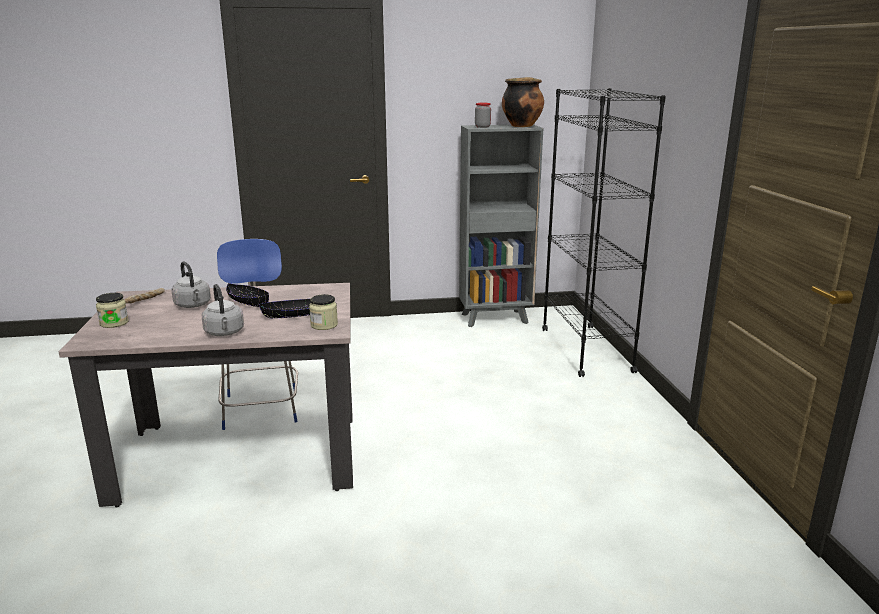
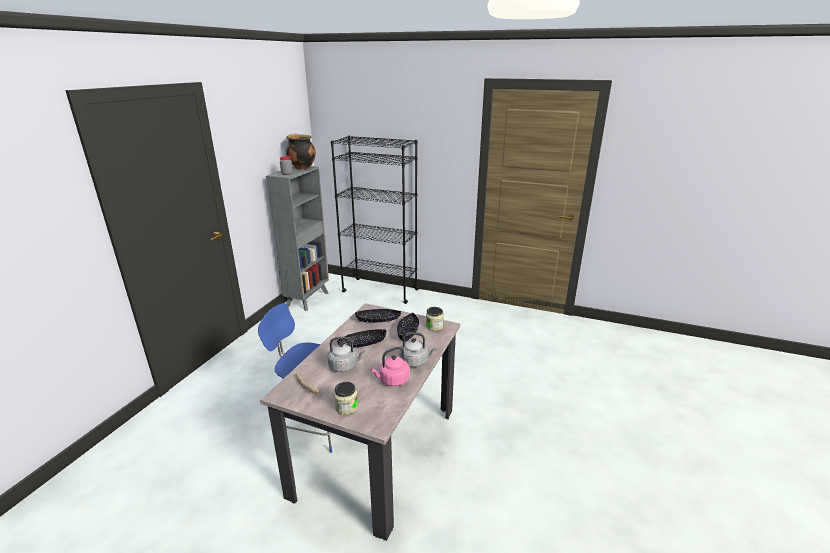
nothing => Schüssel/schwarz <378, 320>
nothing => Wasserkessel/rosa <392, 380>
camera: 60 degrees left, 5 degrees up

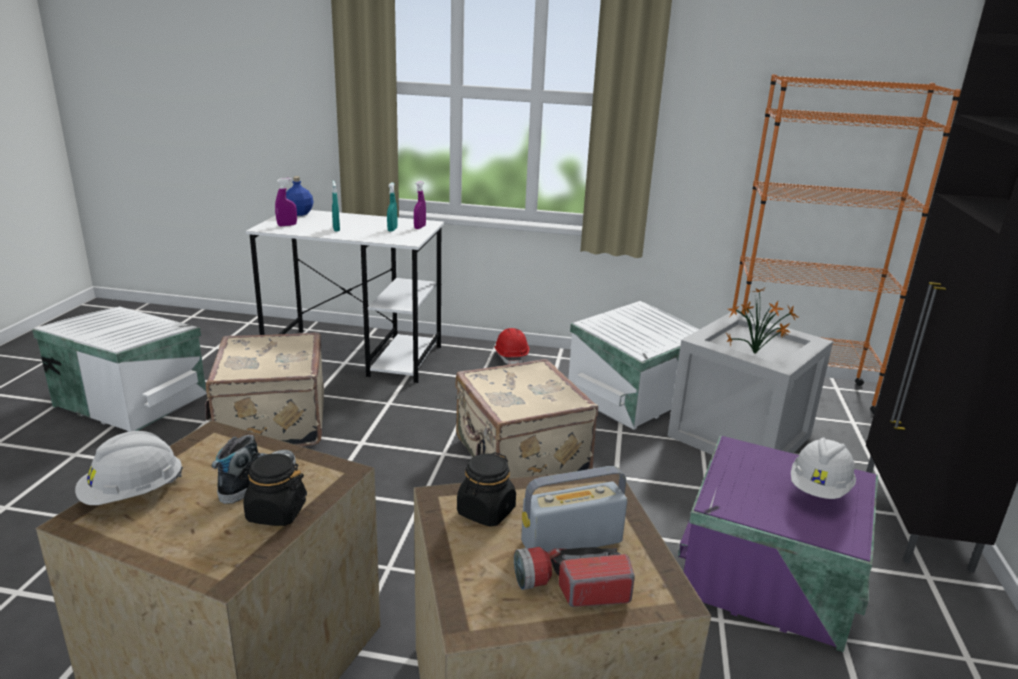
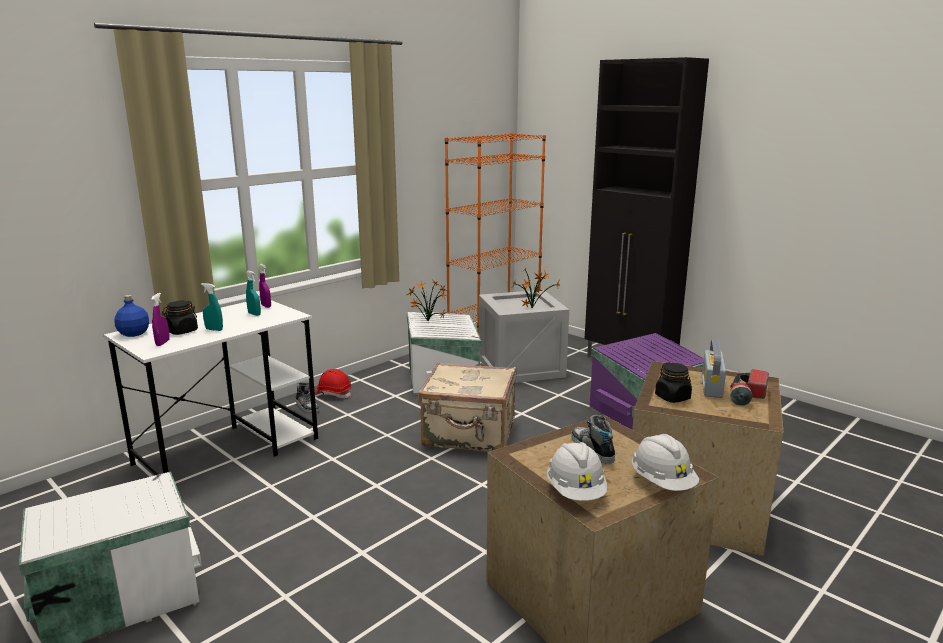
Vorratsglas/schwarz <275, 512> => Vorratsglas/schwarz <181, 331>, moved
nothing => Schuh <307, 406>
nothing => Topfpflanze <427, 321>
Schutzhelm/weiß <819, 489> => Schutzhelm/weiß <662, 482>, moved
Koffer/beige <271, 423> => nothing
camera: 55 degrees left, 5 degrees down

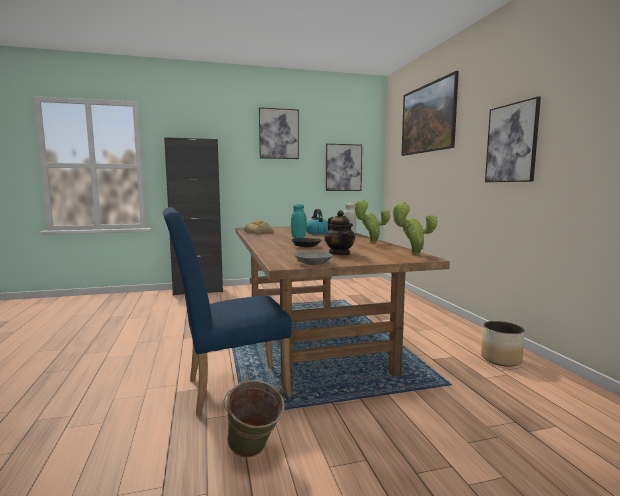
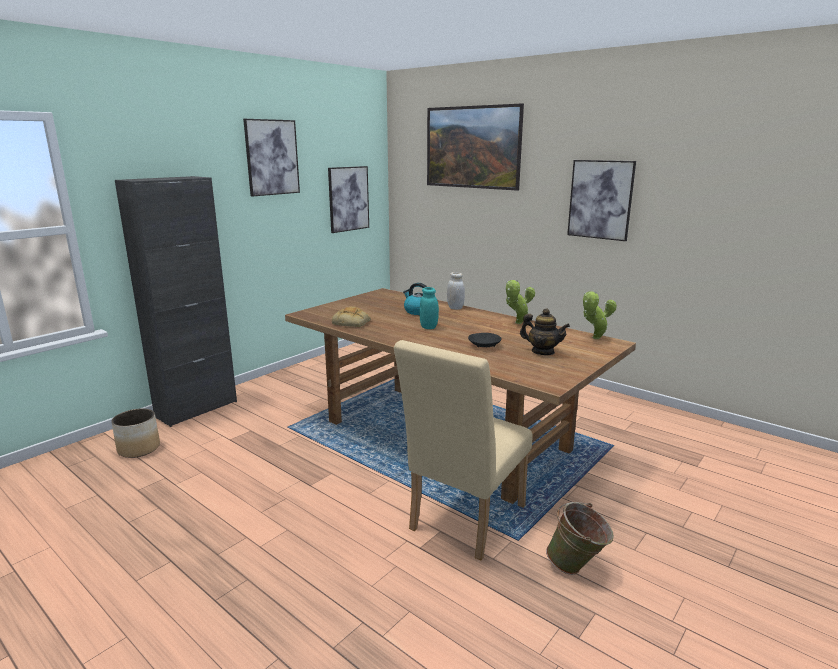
Pflanzkübel <501, 359> => Pflanzkübel <139, 449>, moved
Stuhl/blau <229, 388> => Stuhl/beige <462, 522>
Schüssel/grau <313, 263> => nothing
camera: 35 degrees left, 10 degrees up

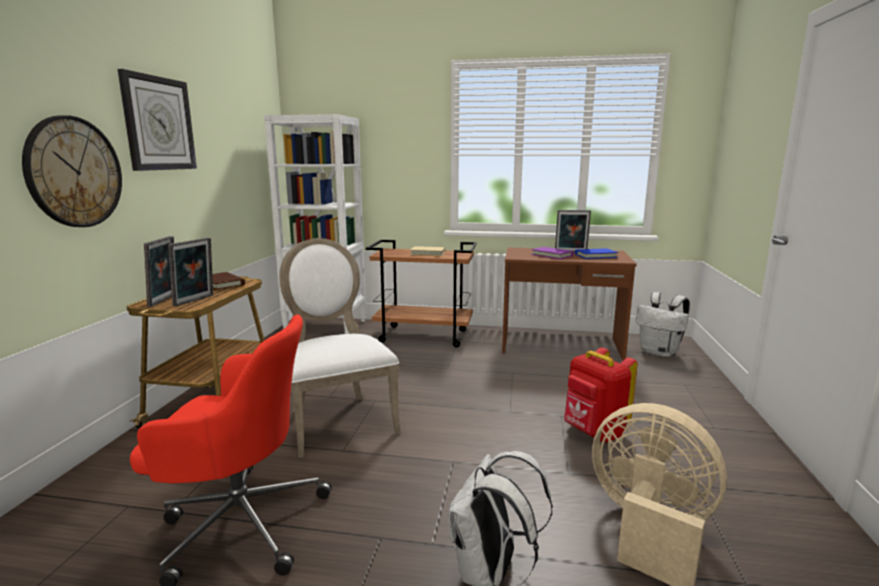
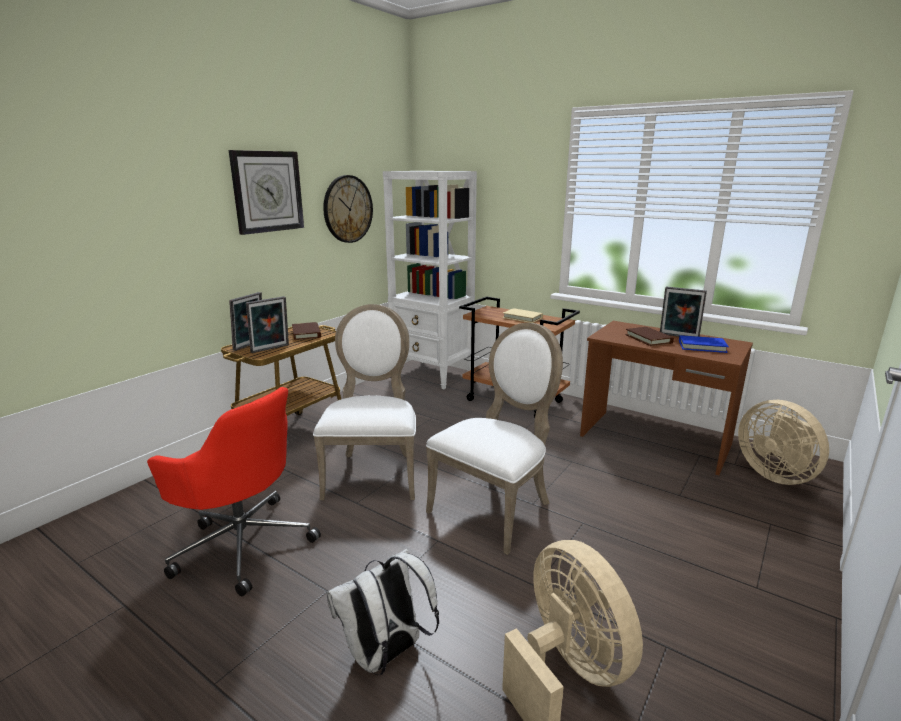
Wanduhr <74, 172> => Wanduhr <347, 209>, moved
nothing => Stuhl/weiß <495, 507>
Buch/lila <552, 255> => Buch/braun <648, 339>
Rucksack/weiß <659, 352> => Ventilator/beige <776, 474>
Rucksack/rot <594, 433> => nothing
camera: 25 degrees right, 5 degrees up

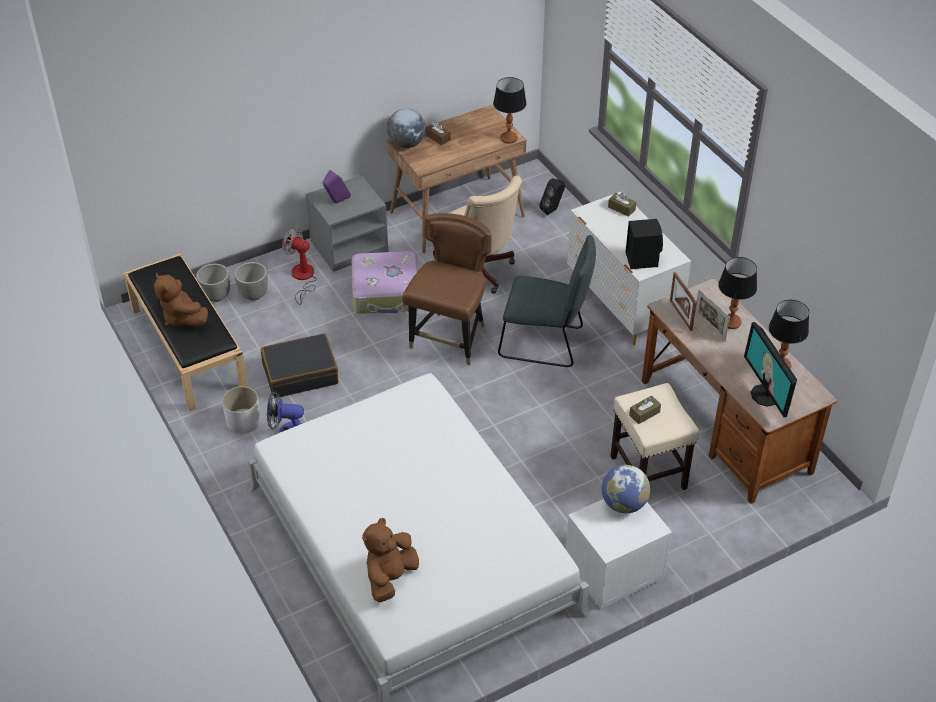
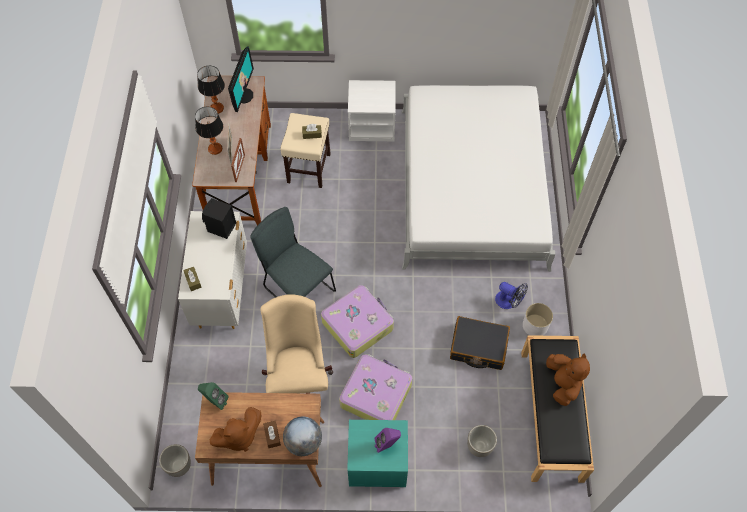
Pflanzkübel <215, 296> => Pflanzkübel <179, 466>, moved
Tischlampe <509, 138> => Lautsprecher/grün <215, 401>
Plüschtier/braun <390, 577> => Plüschtier/braun <238, 437>, moved
Stuhl/braun <450, 339> => Koffer <357, 324>
Nachttisch/grau <349, 246> => Nachttisch/türkis <377, 463>
Ventilator <303, 278> => nothing
Lautsprecher/schwarz <552, 210> => nothing
Globus <623, 504> => nothing
camera: 150 degrees left, 15 degrees up

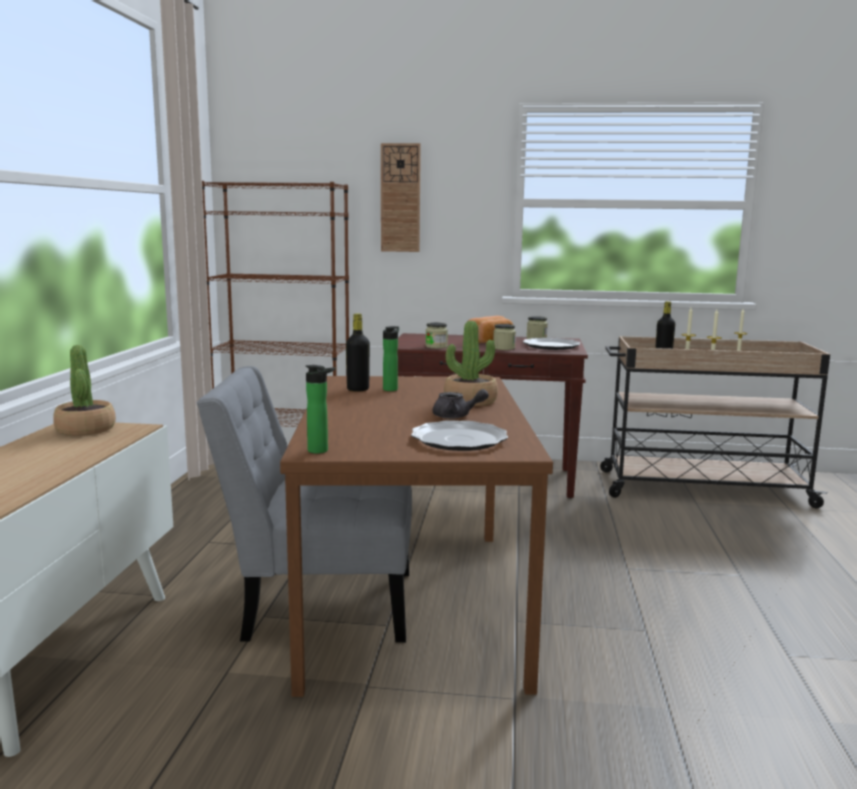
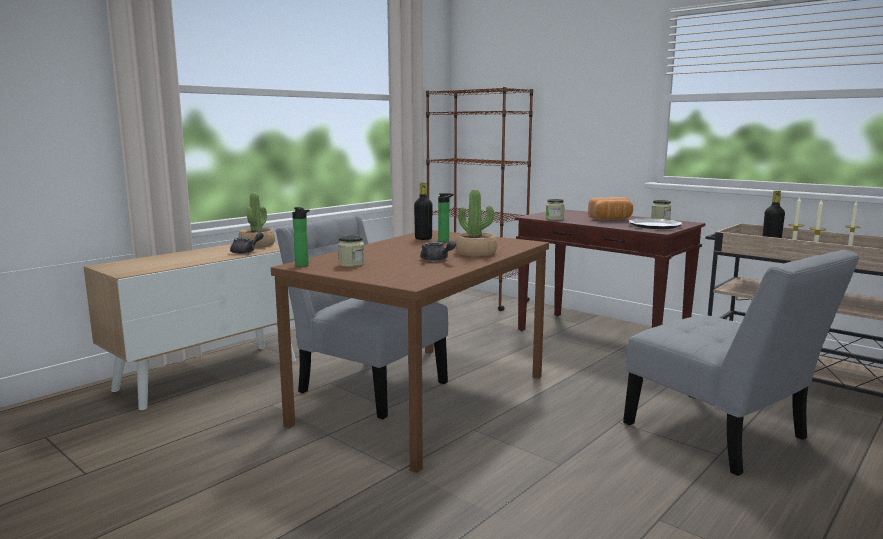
nothing => Teekanne/grau <246, 252>
Vorratsglas <504, 348> => Vorratsglas <351, 264>, moved
nothing => Stuhl/grau <722, 435>
Wanduhr <400, 198> => nothing
Teller <459, 440> => nothing
camera: 35 degrees right, 0 degrees up

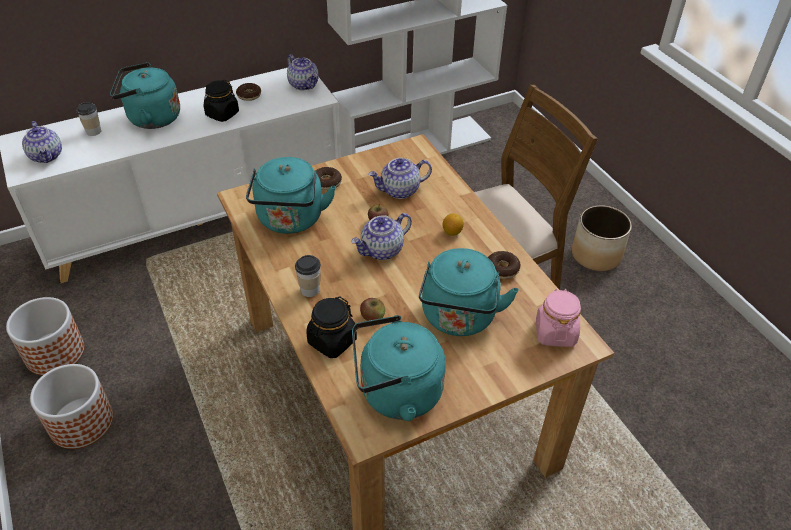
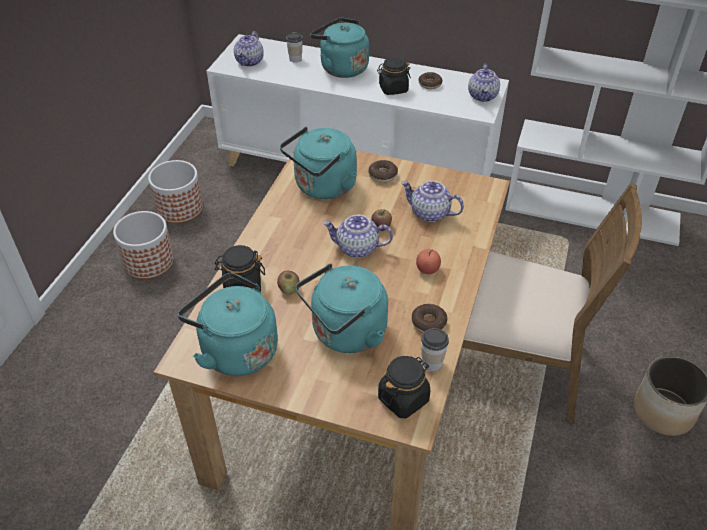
Vorratsglas/rosa <555, 332> => Vorratsglas/schwarz <403, 398>
Zitrone <452, 232> => Apfel <427, 269>
Tasse <310, 290> => Tasse <432, 363>, moved
camera: 45 degrees right, 0 degrees up

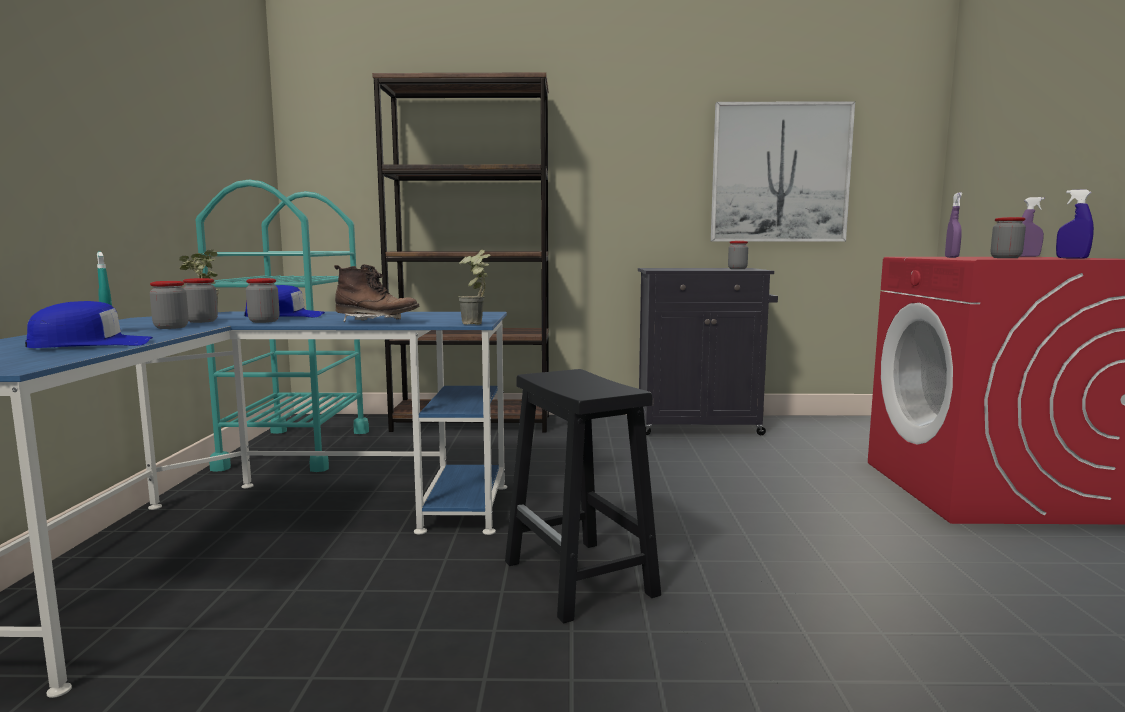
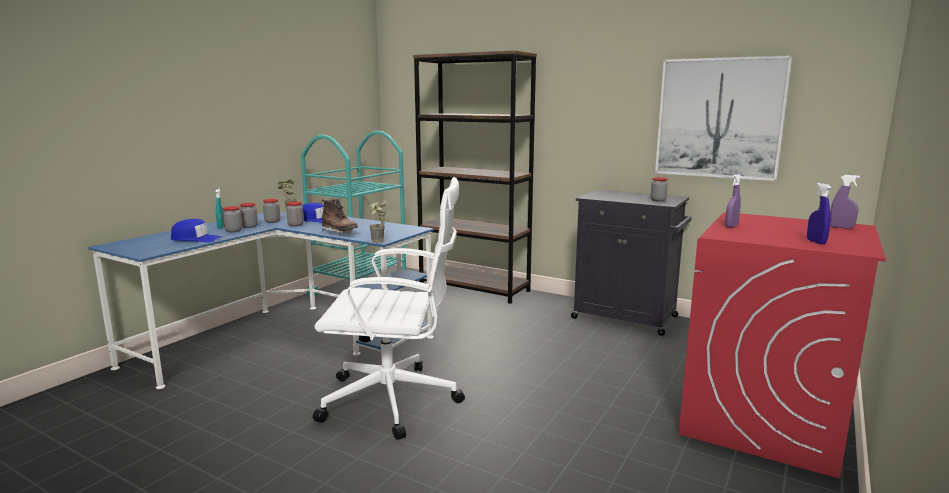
Vorratsglas <1005, 258> => Vorratsglas <233, 231>, moved
Hocker/schwarz <581, 579> => Bürostuhl/weiß <394, 400>
camera: 30 degrees right, 5 degrees up

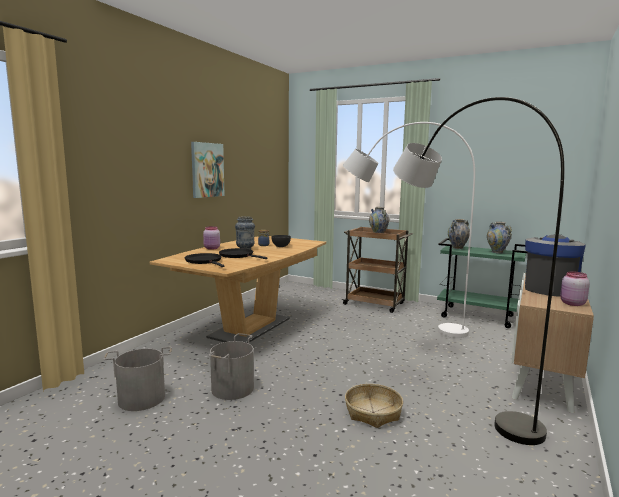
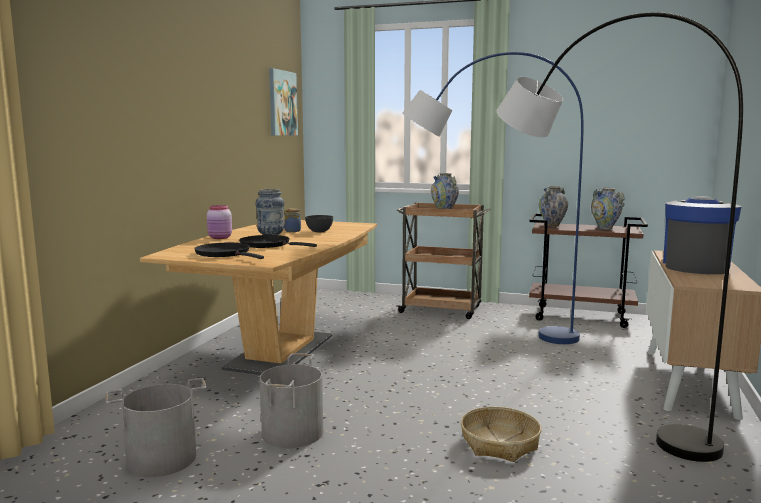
Bild <207, 170> => Bild <282, 103>, moved
Stehlampe/weiß <397, 325> => Stehlampe/blau <483, 334>
Rollwagen/grün <478, 316> => Rollwagen/braun <581, 316>
Vorratsglas/rosa <572, 303> => nothing
camera: 10 degrees left, 0 degrees up

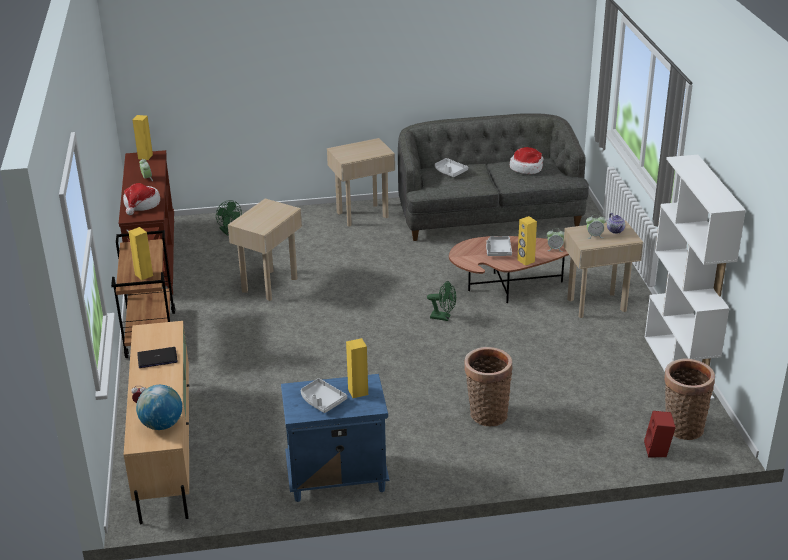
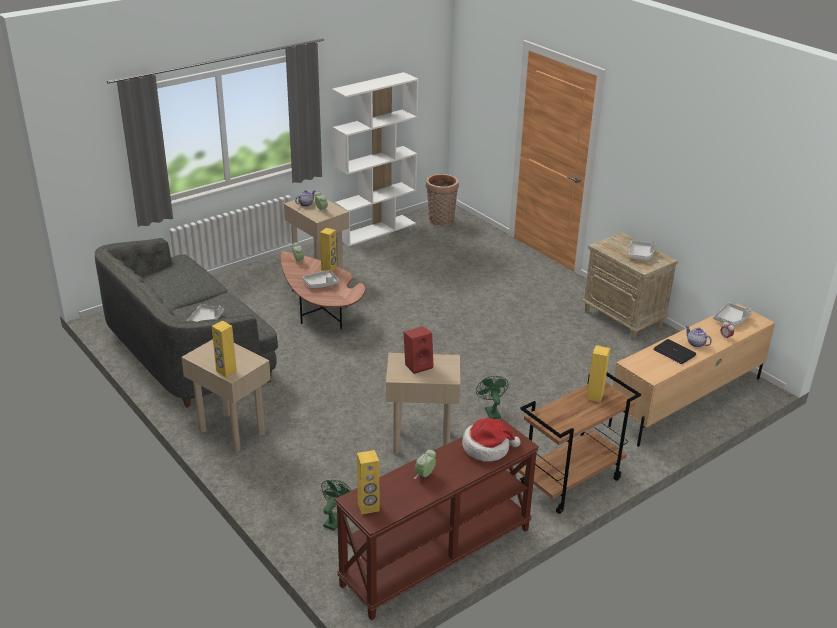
Lautsprecher/gelb <358, 392> => Lautsprecher/gelb <226, 371>, moved
Lautsprecher/rot <658, 450> => Lautsprecher/rot <418, 365>, moved
Ventilator/grün <443, 317> => Ventilator/grün <491, 411>, moved
Nachttisch/blau <336, 478> => Nachttisch/beige <623, 319>
nothing => Teekanne <695, 344>
Globus <161, 424> => Tablett/grau <731, 319>
Korb <486, 414> => nothing
Hut <526, 168> => nothing
camera: 120 degrees left, 0 degrees up

